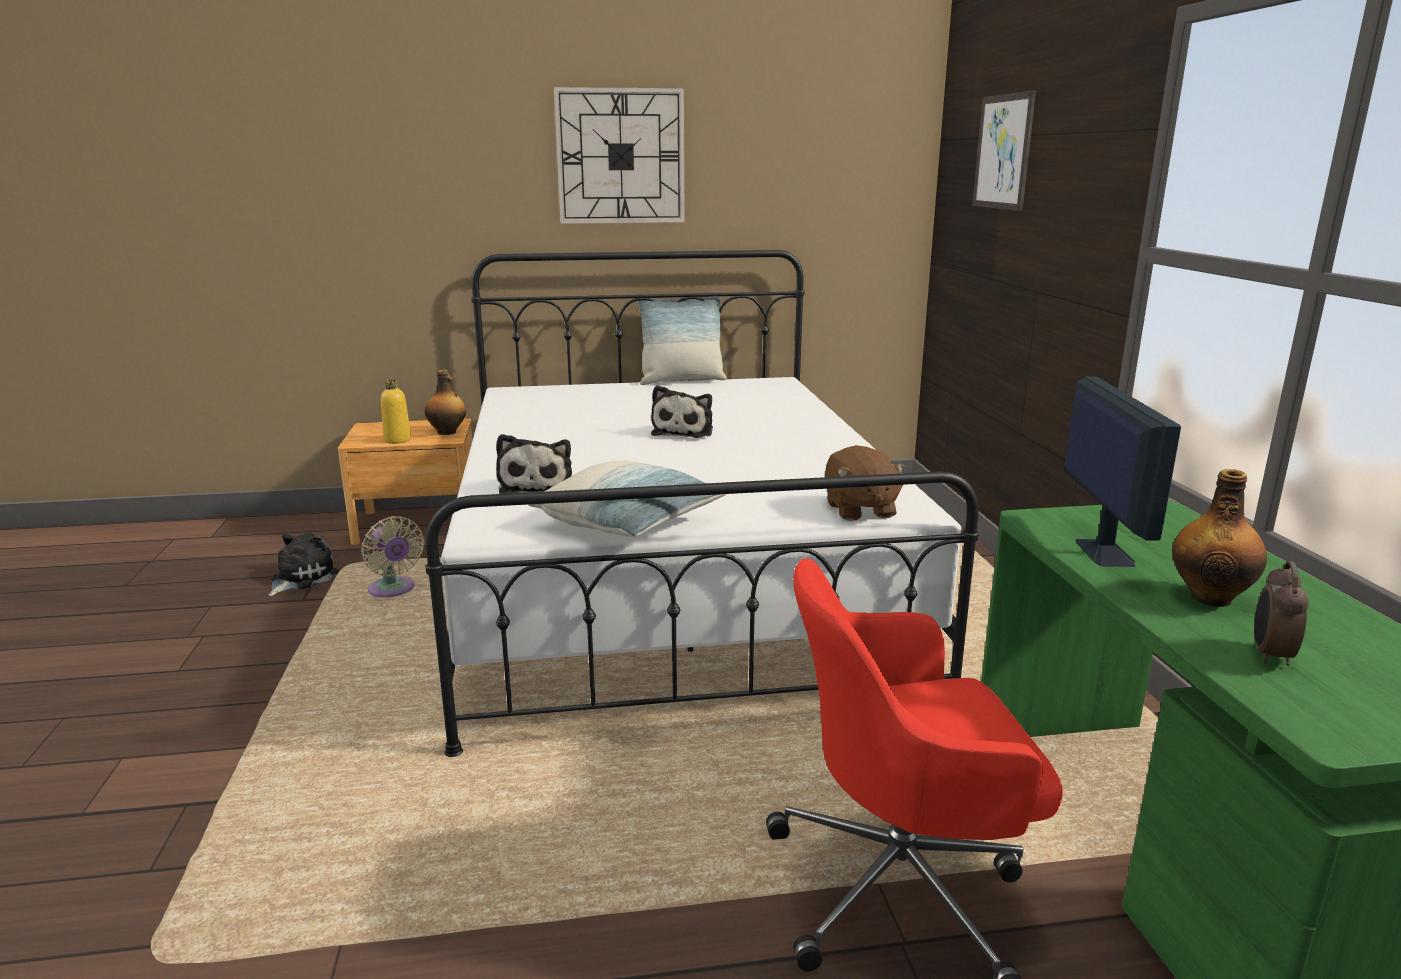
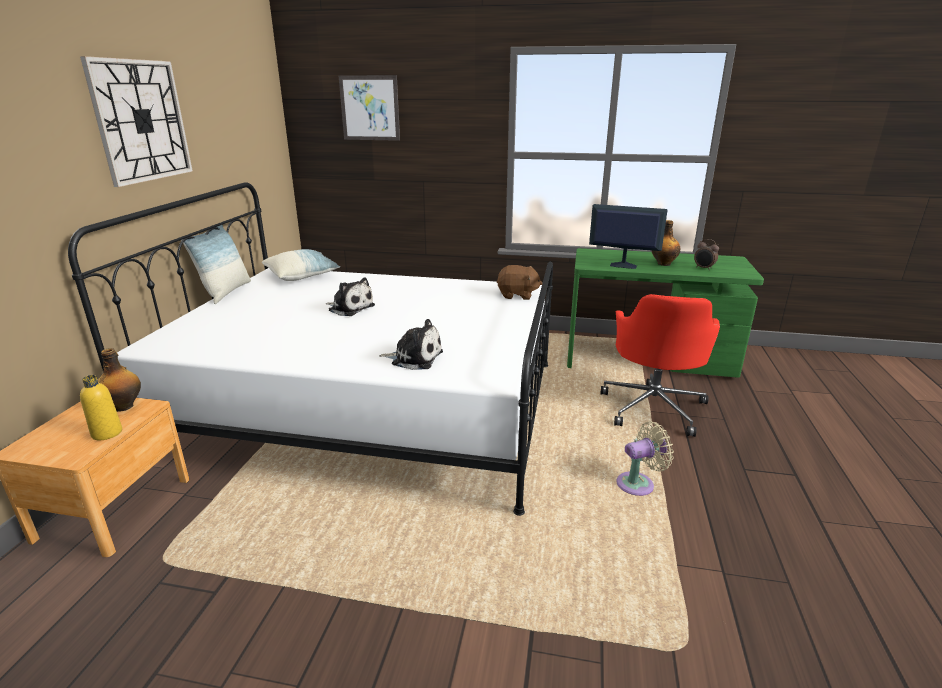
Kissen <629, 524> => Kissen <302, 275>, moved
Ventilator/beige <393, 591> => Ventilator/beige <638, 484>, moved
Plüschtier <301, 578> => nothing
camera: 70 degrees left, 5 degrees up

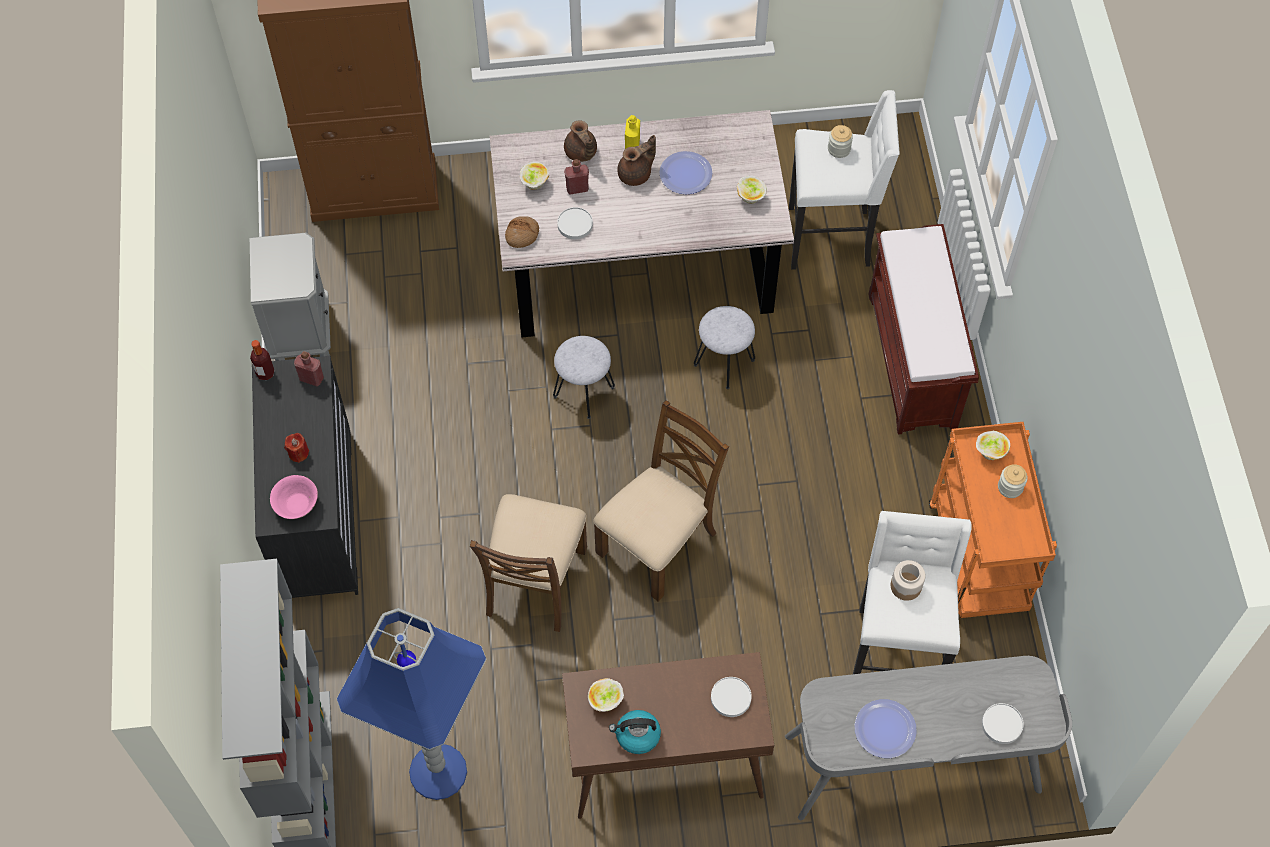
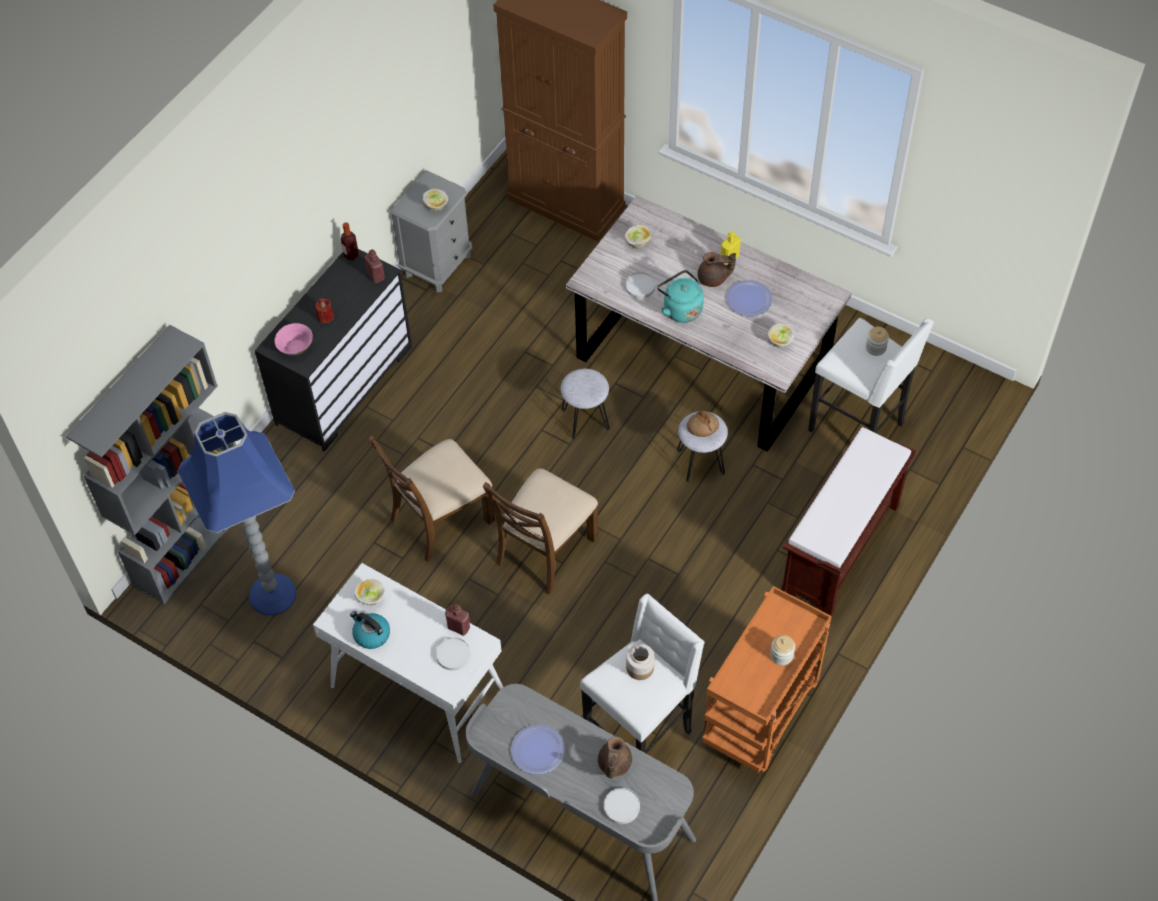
Konsolentisch/braun <663, 761> => Konsolentisch/weiß <417, 691>
Schüssel <990, 452> => Schüssel <436, 207>, moved
Flasche/rot <577, 188> => Flasche/rot <459, 627>, moved
Stuhl/braun <658, 542> => Stuhl/braun <545, 550>, 135 degrees clockwise
Teekanne/braun <581, 153> => Teekanne/braun <614, 764>, moved
nothing => Wasserkessel/türkis <680, 309>
Brot <522, 235> => Brot <702, 427>, moved
camera: 40 degrees right, 5 degrees down

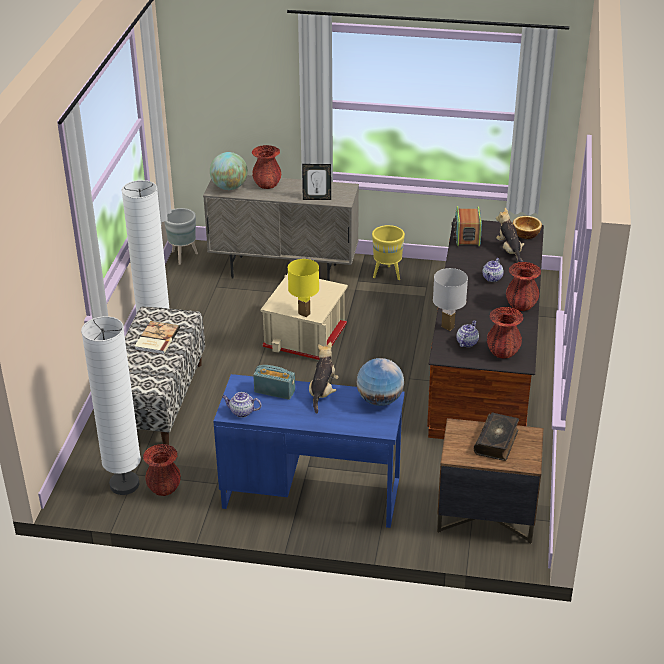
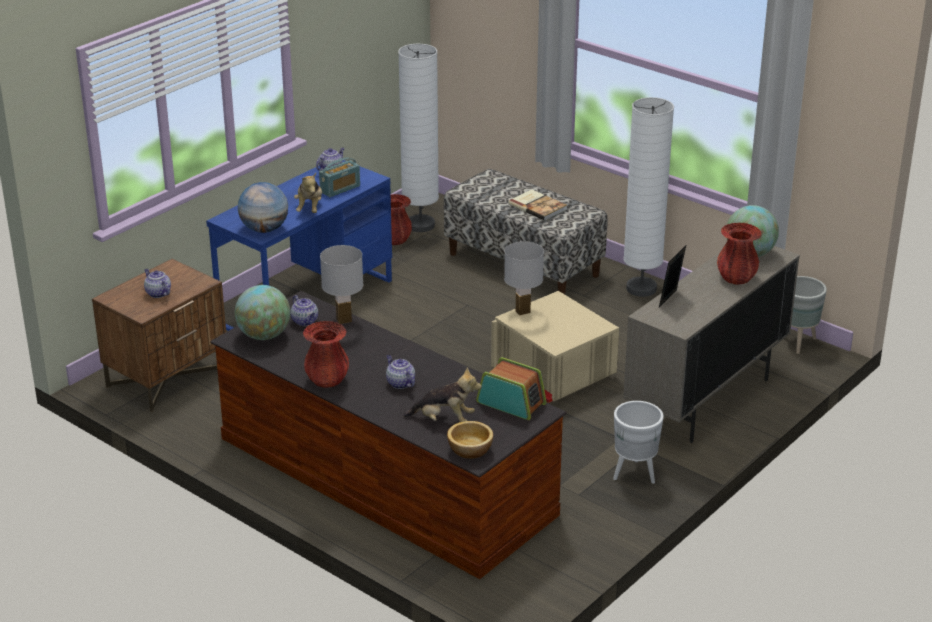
Buch <497, 442> => Teekanne <157, 293>
Vase/rot <503, 352> => Globus <264, 335>
Plüschtier <322, 392> => Plüschtier <310, 208>, 45 degrees clockwise
Tischlampe/gelb <304, 314> => Tischlampe/weiß <522, 312>
Pflanzkübel/gelb <387, 274> => Pflanzkübel/weiß <634, 475>
camera: 120 degrees right, 5 degrees down

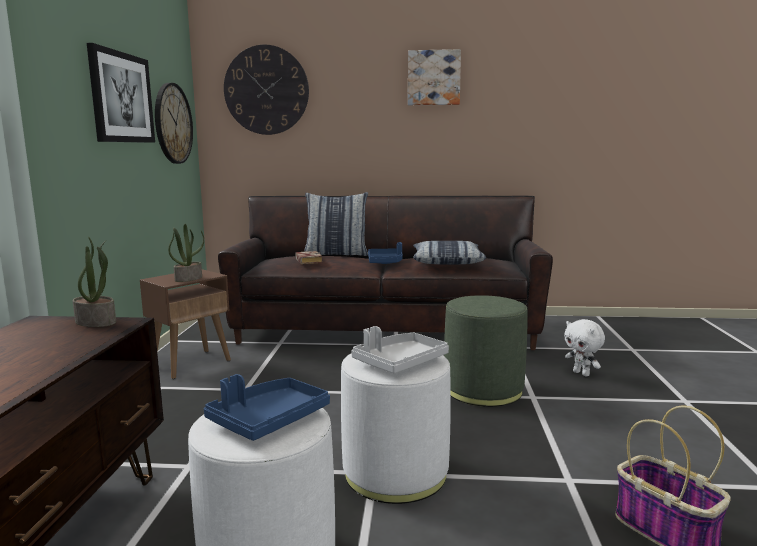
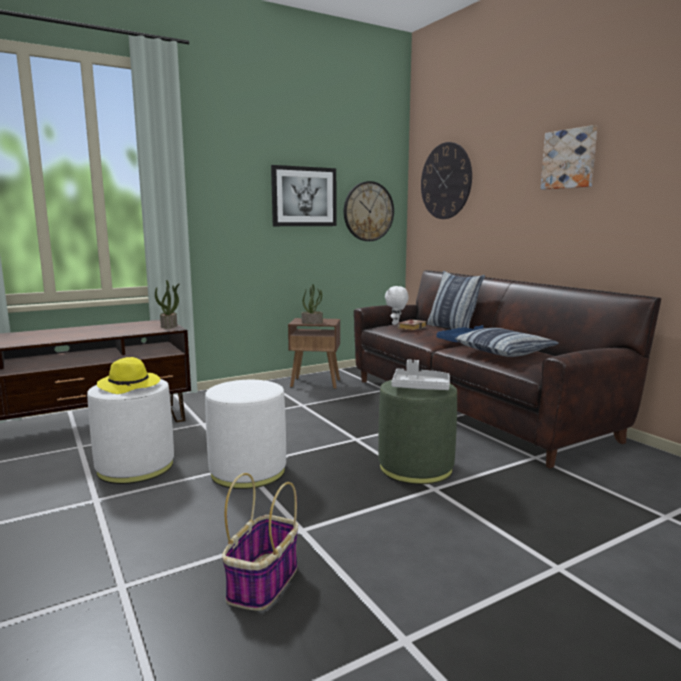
Tablett/blau <268, 420> => Hut/gelb <130, 386>
Plüschtier/weiß <582, 373> => Plüschtier/weiß <396, 324>, moved
Tablett/grau <399, 363> => Tablett/grau <420, 387>, moved
camera: 55 degrees right, 0 degrees up

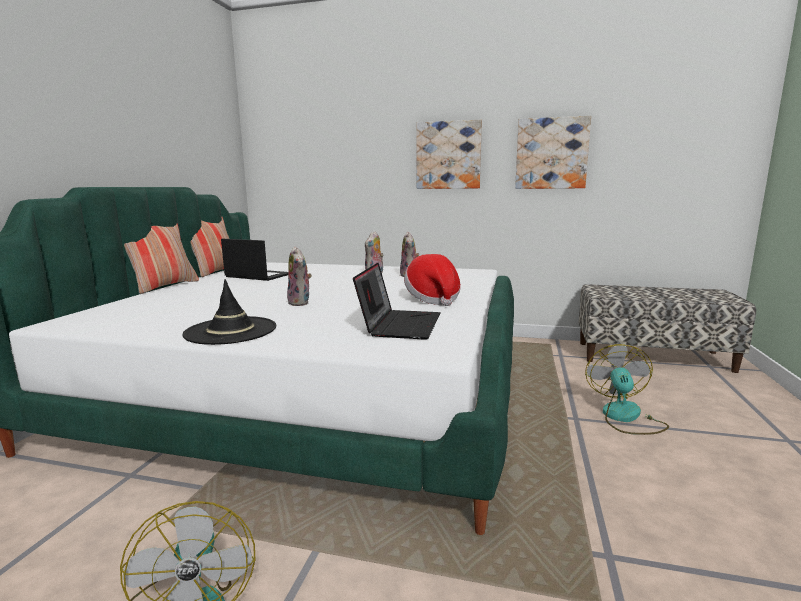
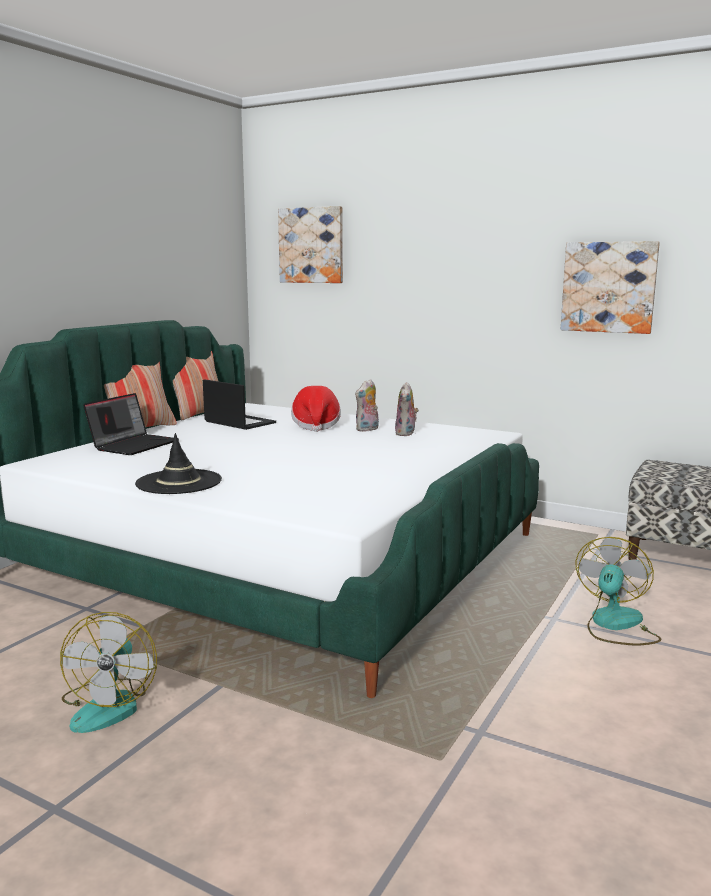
Laptop <399, 324> => Laptop <134, 445>, moved
Bild <448, 155> => Bild <311, 245>, moved
Hut <432, 299> => Hut <316, 426>, moved
Plüschtier <301, 303> => nothing
camera: 15 degrees right, 0 degrees up

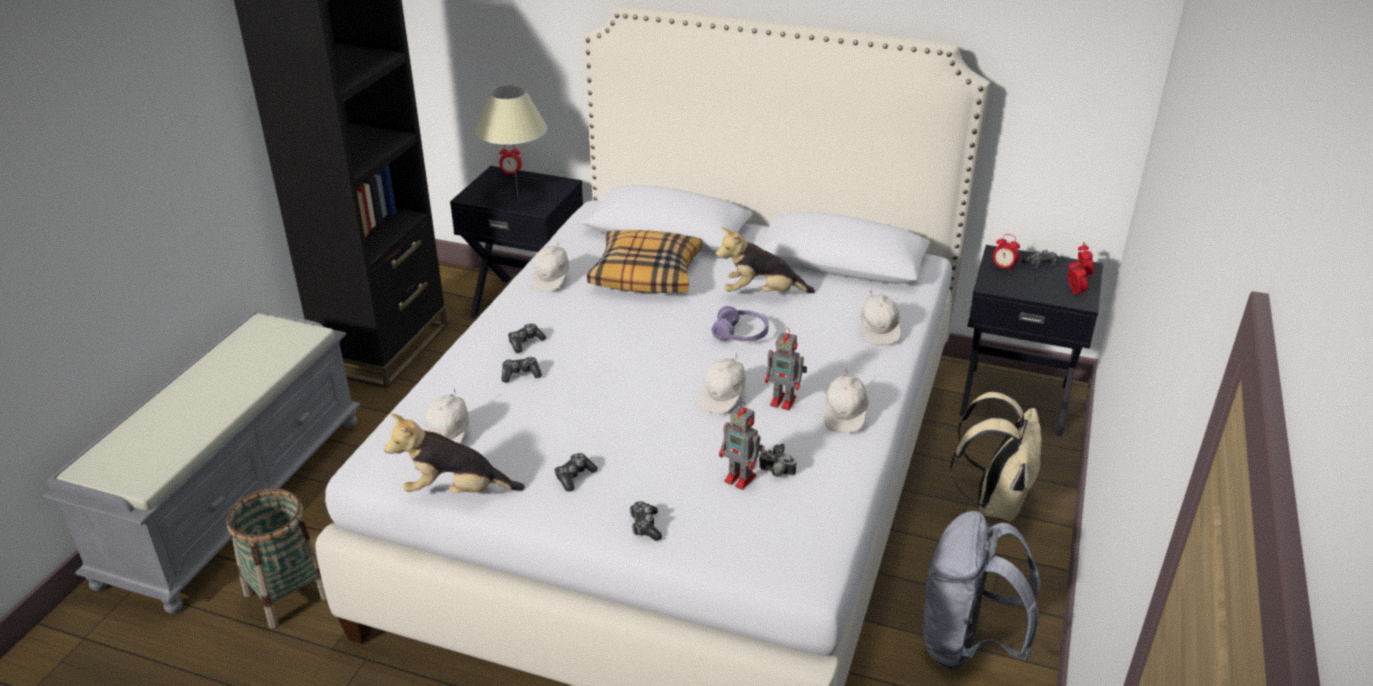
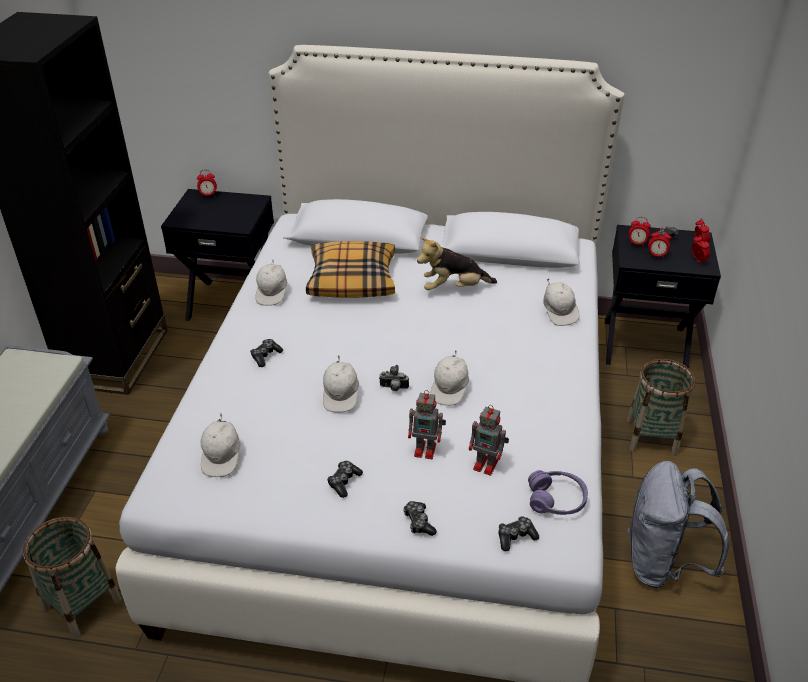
Kappe/weiß <845, 415> => Kappe/weiß <341, 395>, moved
Kamera <776, 473> => Kamera <393, 388>, moved
Spielzeugroboter <784, 401> => Spielzeugroboter <426, 450>, moved
Gamepad <521, 374> => Gamepad <515, 537>, moved
Kopfhörer/lila <740, 334> => Kopfhörer/lila <556, 500>, moved
Rucksack/beige <994, 502> => Korb <651, 436>
nothing => Wecker <656, 256>
Plüschtier <456, 491> => nothing
Tischlampe/beige <517, 195> => nothing
camera: 10 degrees left, 5 degrees up

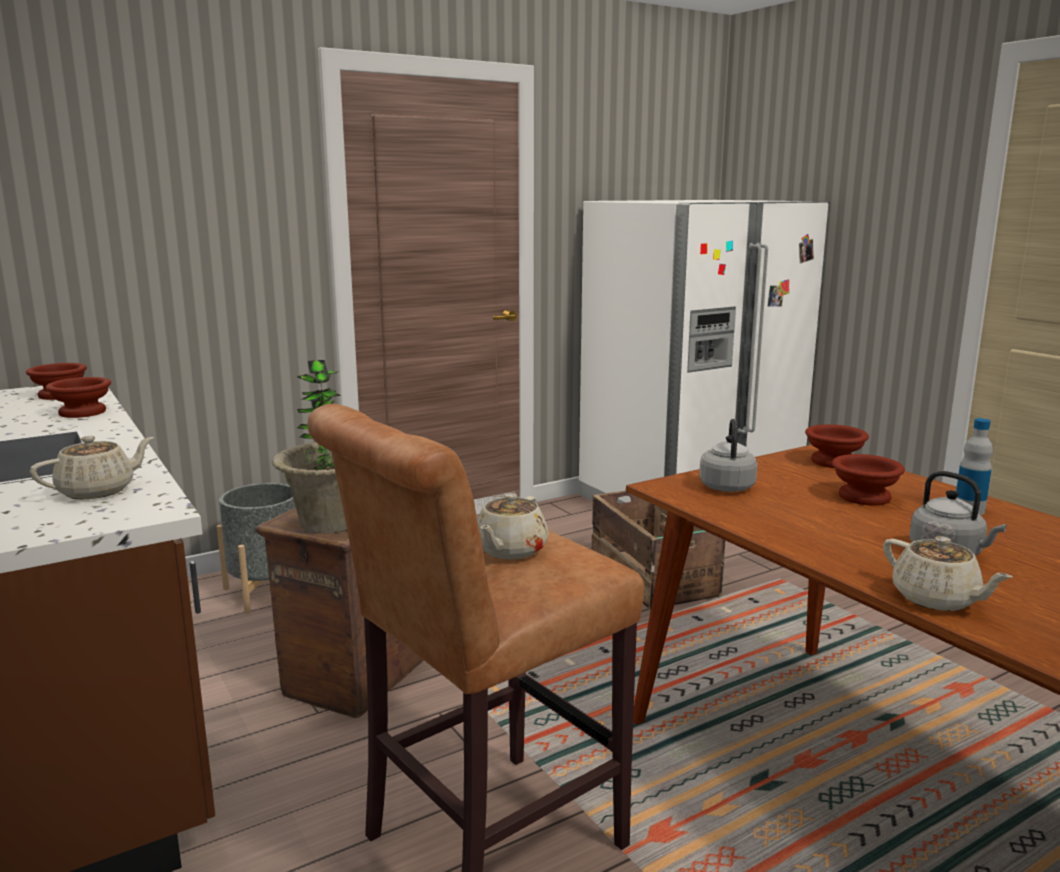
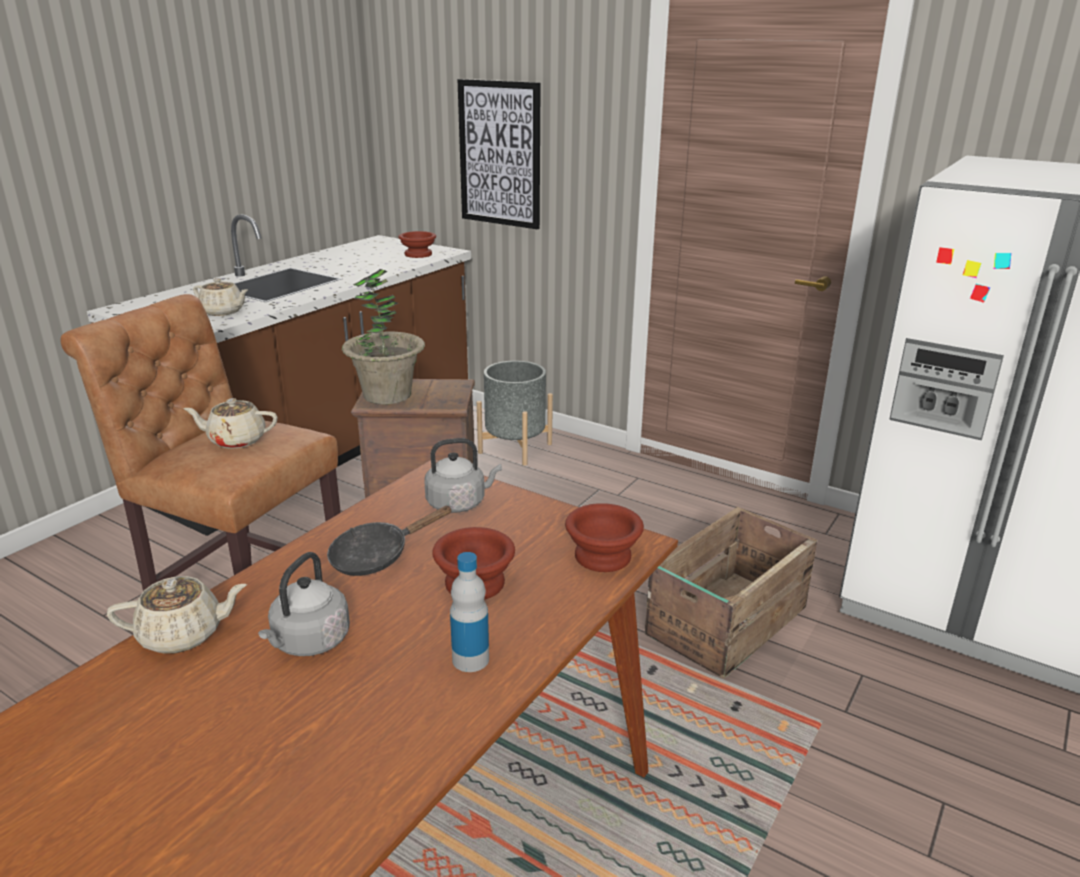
Teekanne/beige <936, 599> => Teekanne/beige <183, 635>, 135 degrees counterclockwise
nothing => Pfanne/schwarz <377, 556>
nothing => Bild <500, 154>
Schüssel/braun <84, 412> => nothing
camera: 65 degrees right, 10 degrees up

